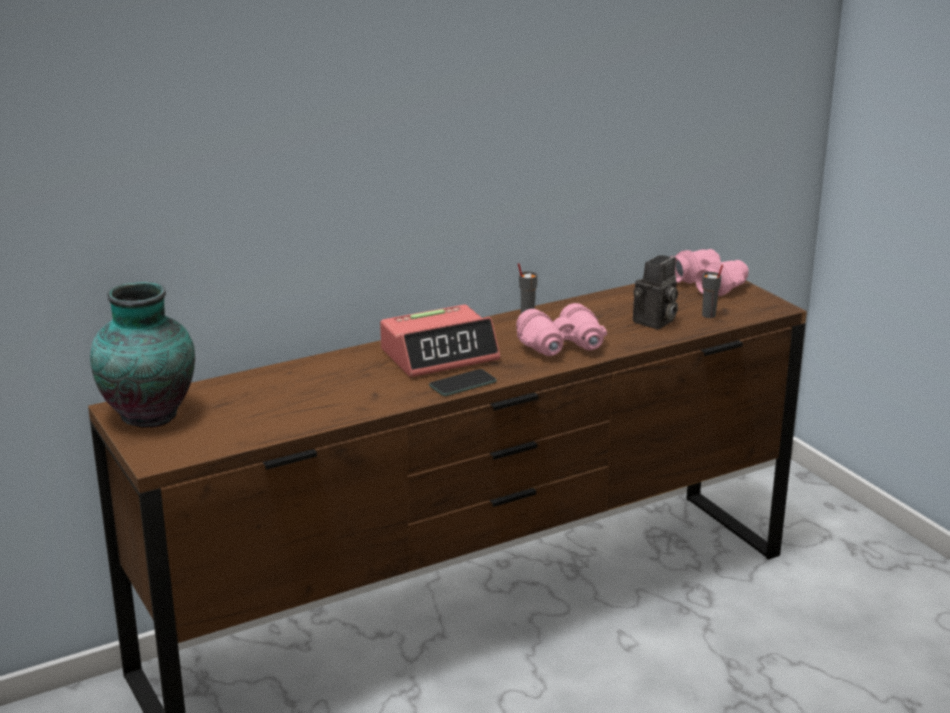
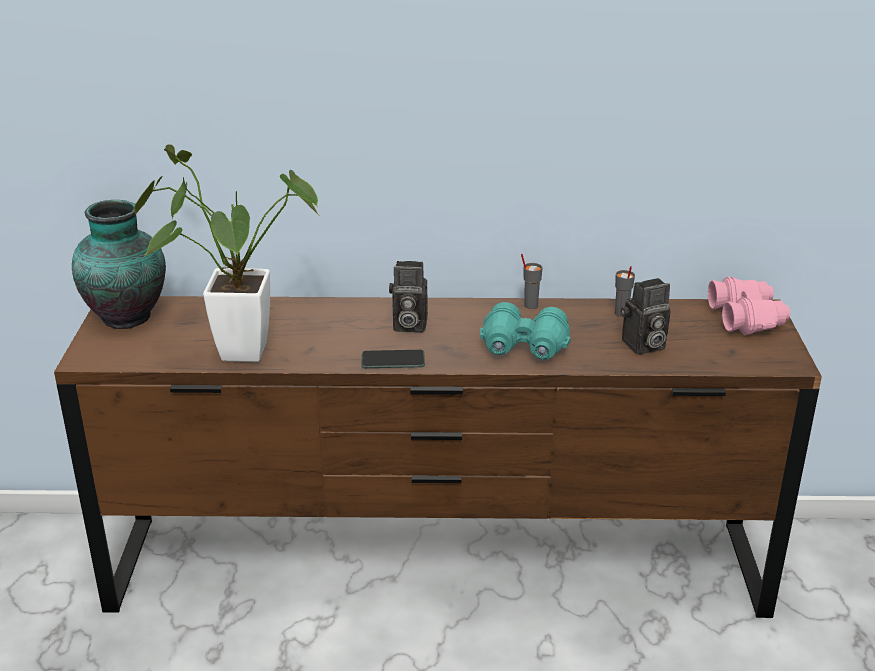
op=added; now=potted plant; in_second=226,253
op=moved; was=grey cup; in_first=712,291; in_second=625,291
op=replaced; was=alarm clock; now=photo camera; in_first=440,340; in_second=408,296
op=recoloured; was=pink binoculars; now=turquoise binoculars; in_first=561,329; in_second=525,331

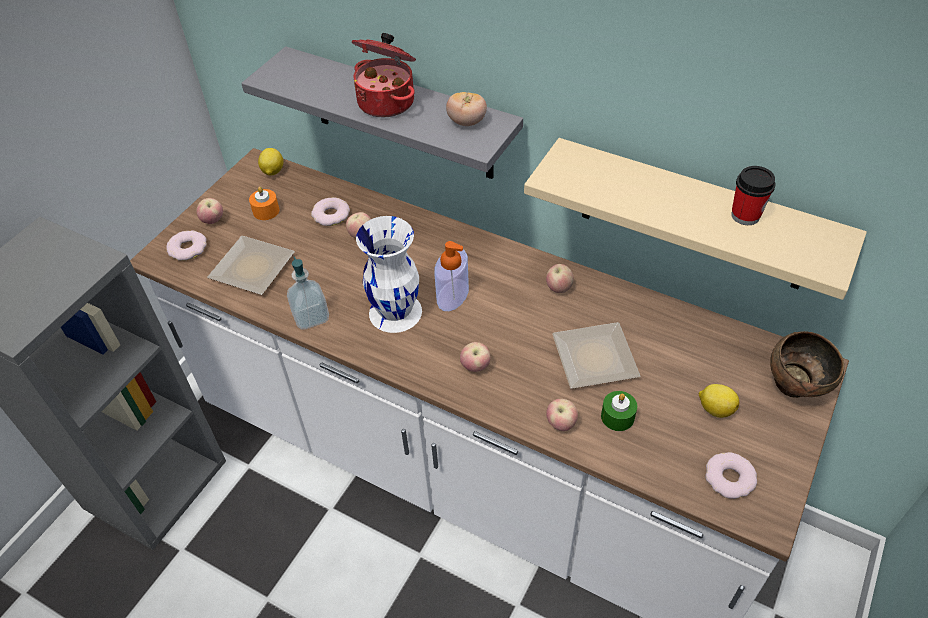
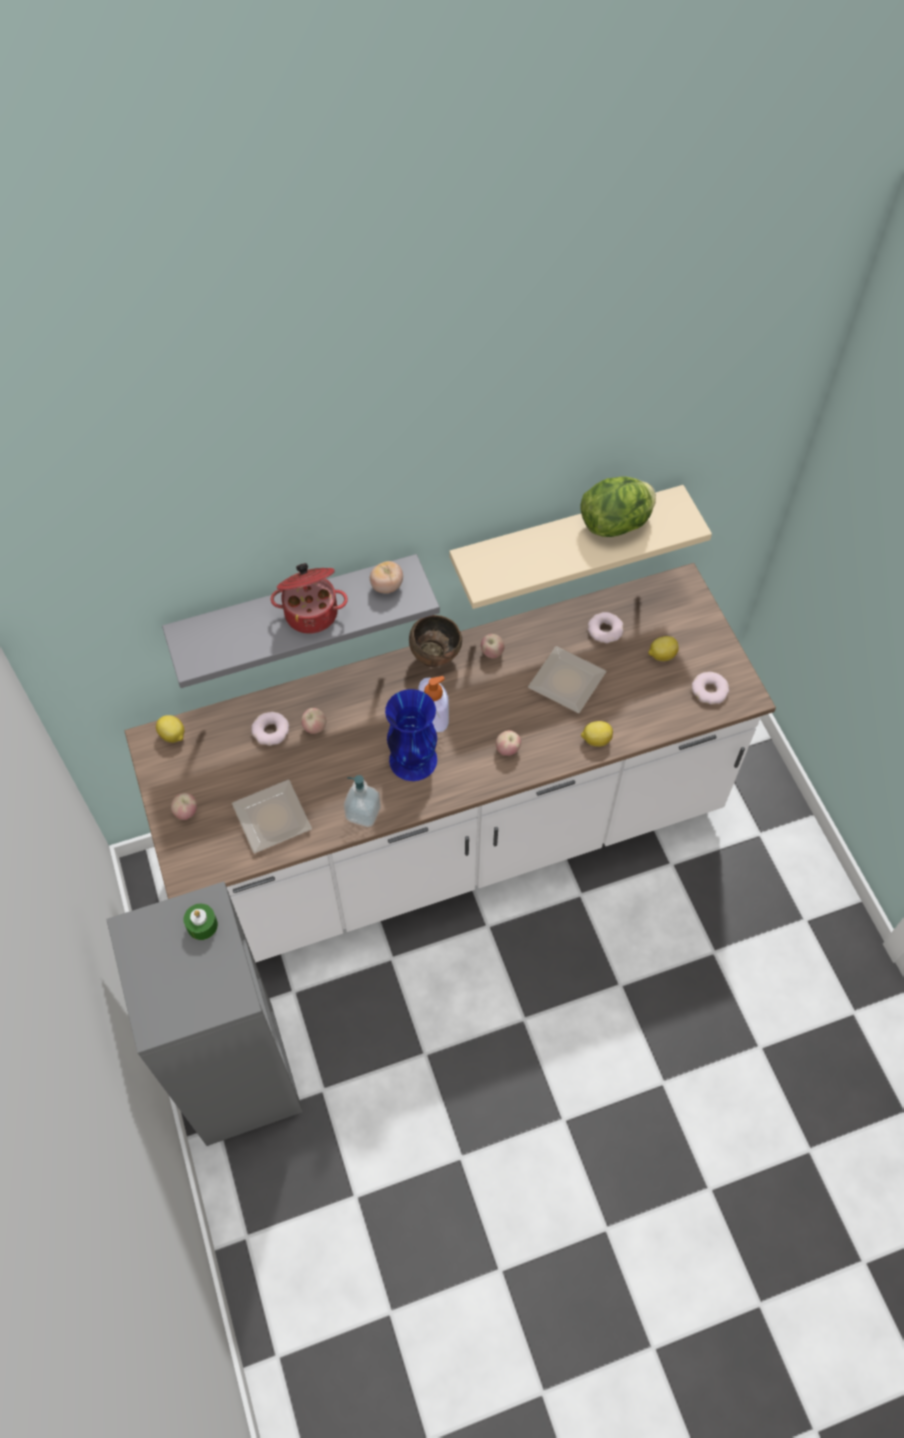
op=removed; was=orange candle; in_first=264,203
op=moved; was=donut; in_first=187,245; in_second=605,627
op=moved; was=green candle; in_first=619,411; in_second=201,922
op=moved; was=brown bowl; in_first=807,364; in_second=435,641
op=replaced; was=apple; now=lemon; in_first=562,415; in_second=597,734
op=replaced; was=cup; now=lettuce; in_first=753,195; in_second=618,507
op=recoloured; was=white vase; now=blue vase; in_first=389,274; in_second=411,735

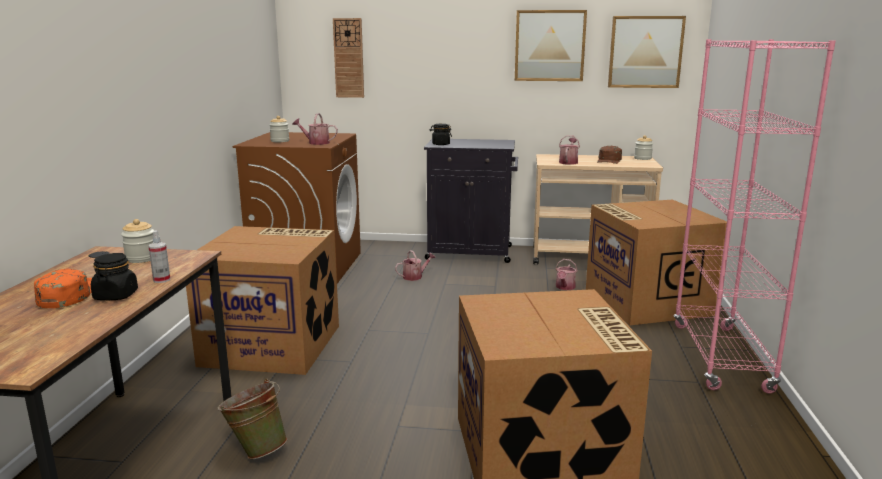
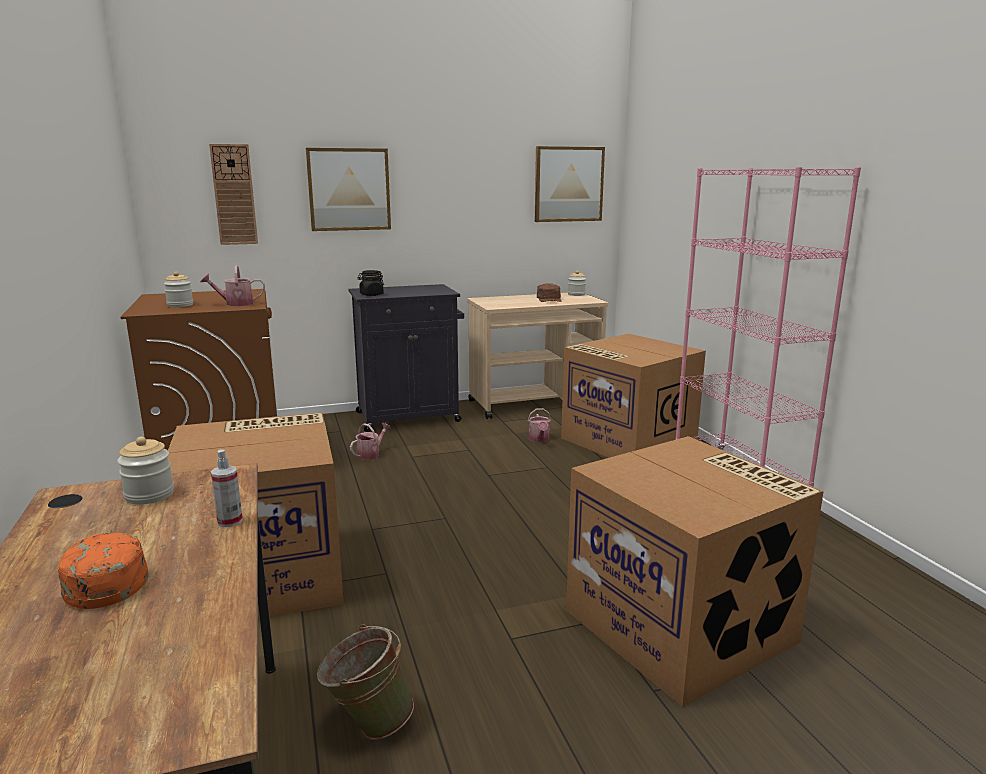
op=removed; was=black jar; in_first=114,276
op=removed; was=watering can; in_first=569,150
op=moved; was=picture; in_first=551,45; in_second=348,189

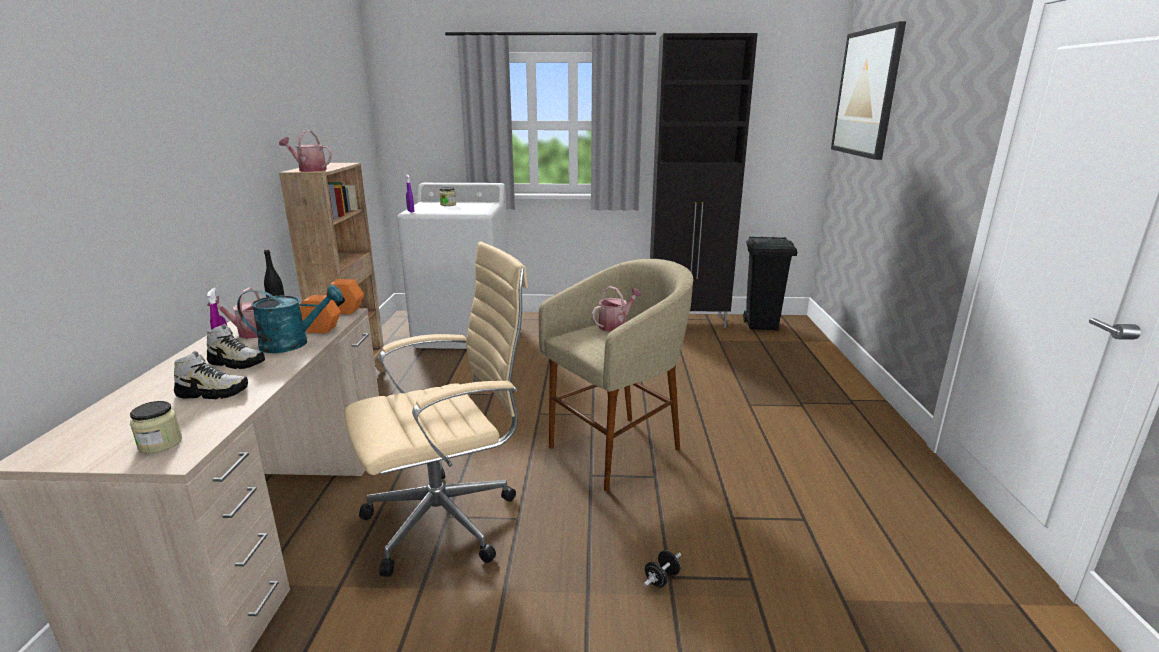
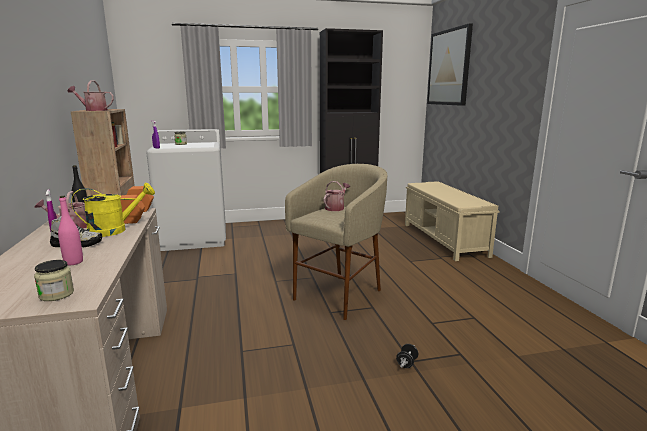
op=removed; was=beige office chair; in_first=436,409
op=removed; was=black trash can; in_first=770,283
op=added; now=beige bench; in_second=452,221
op=replaced; was=shoe; now=pink bottle; in_first=211,375; in_second=70,230
op=recoloured; was=turquoise watering can; now=yellow watering can; in_first=290,318; in_second=113,210

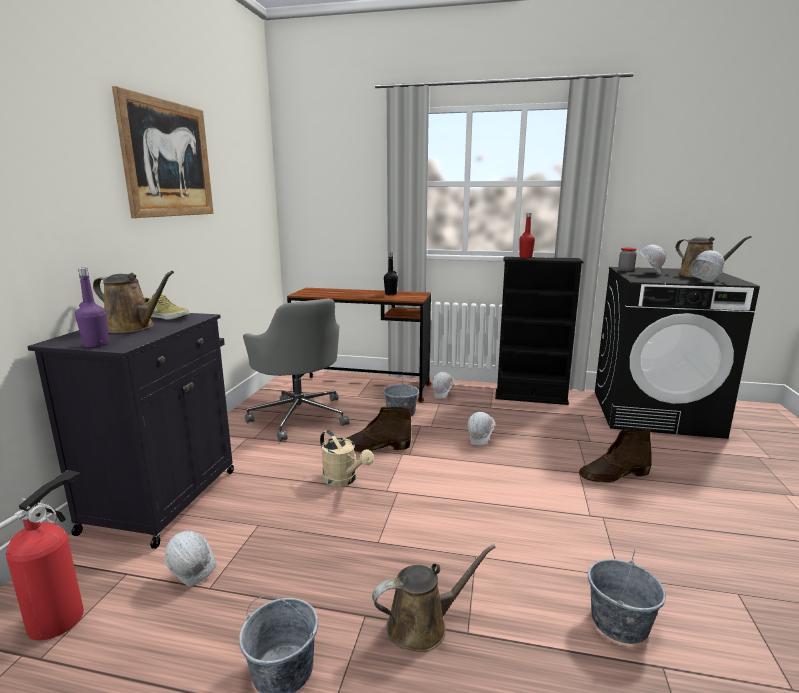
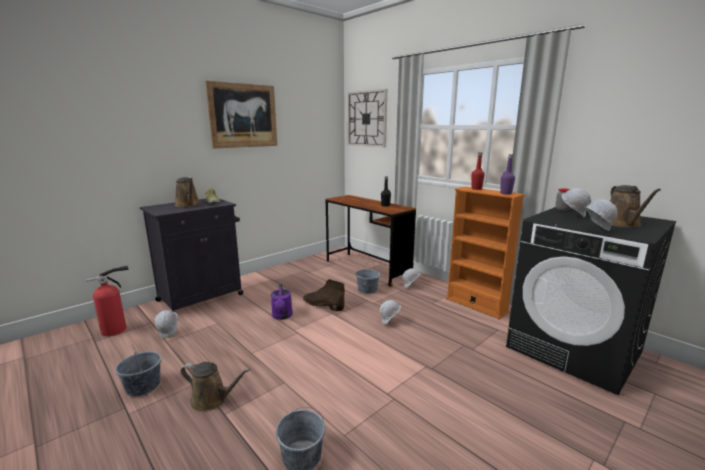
op=removed; was=grey office chair; in_first=296,369
op=removed; was=brown boot; in_first=615,455
op=added; now=wall clock; in_second=367,118
op=moved; was=purple bottle; in_first=92,308; in_second=507,174
op=recoloured; was=beige watering can; now=purple watering can; in_first=347,458; in_second=282,302
op=recoloured; was=black bookcase; now=orange bookcase; in_first=539,330; in_second=485,252

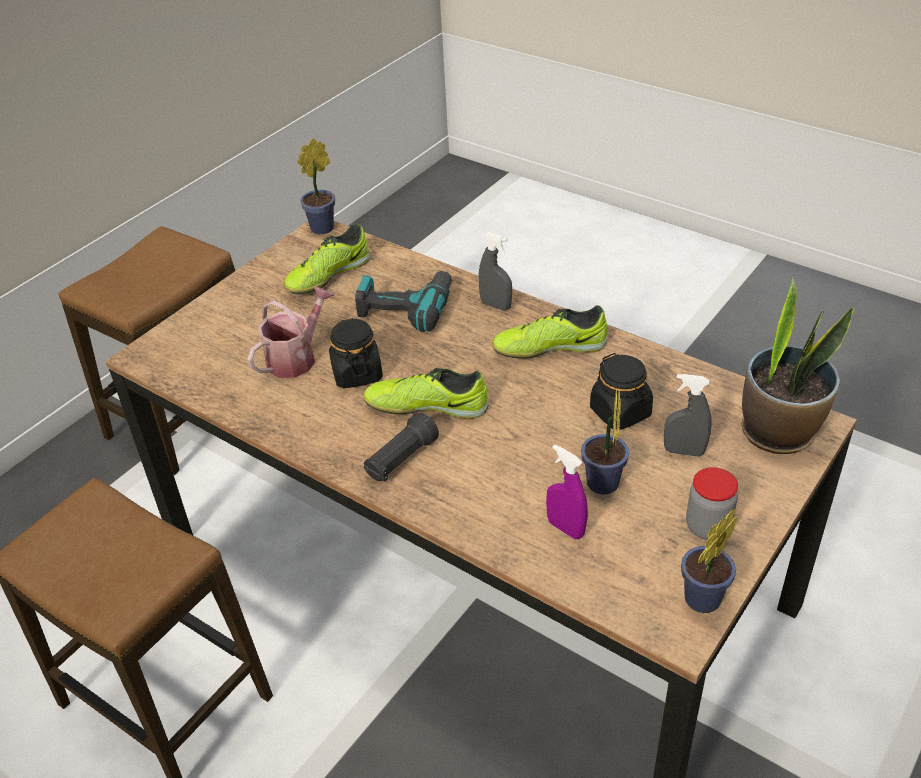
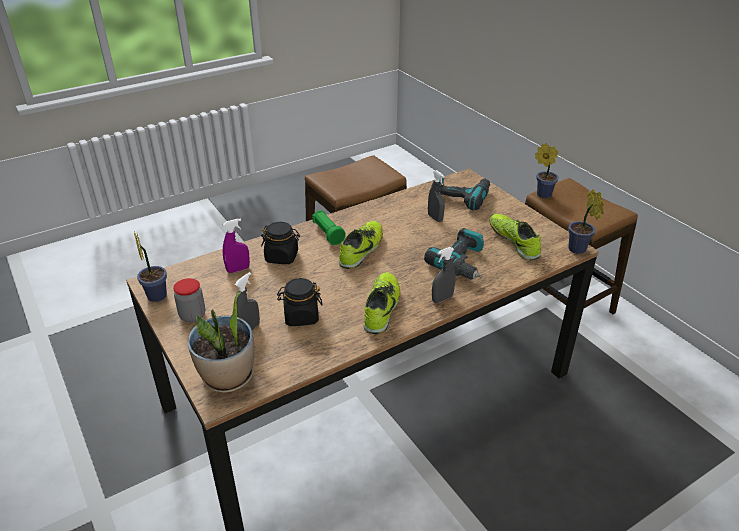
op=added; now=power drill; in_second=464,193
op=moved; was=black jar; in_first=356,353; in_second=280,243
op=moved; was=potted plant; in_first=605,442; in_second=547,171
op=replaced; was=watering can; now=grey spray bottle; in_first=290,332; in_second=436,196
op=recoloured; was=black flashlight; now=green flashlight; in_first=401,447; in_second=329,227

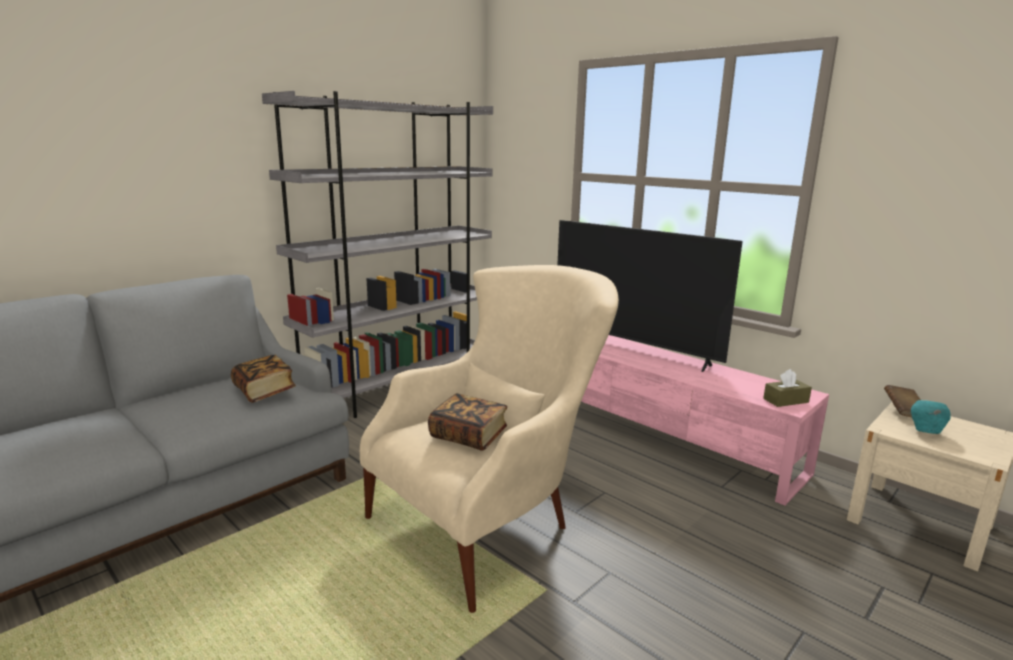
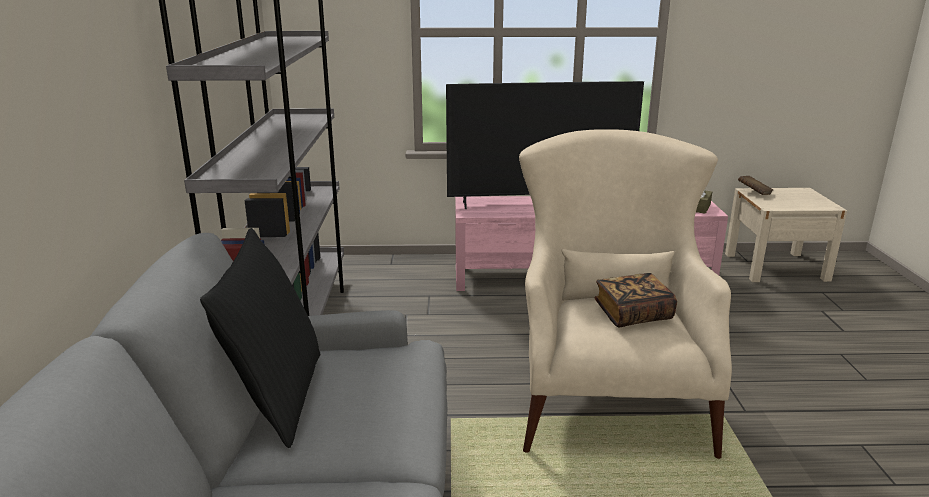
op=removed; was=book; in_first=263,379
op=removed; was=turquoise bowl; in_first=931,417
op=added; now=black pillow; in_second=260,338

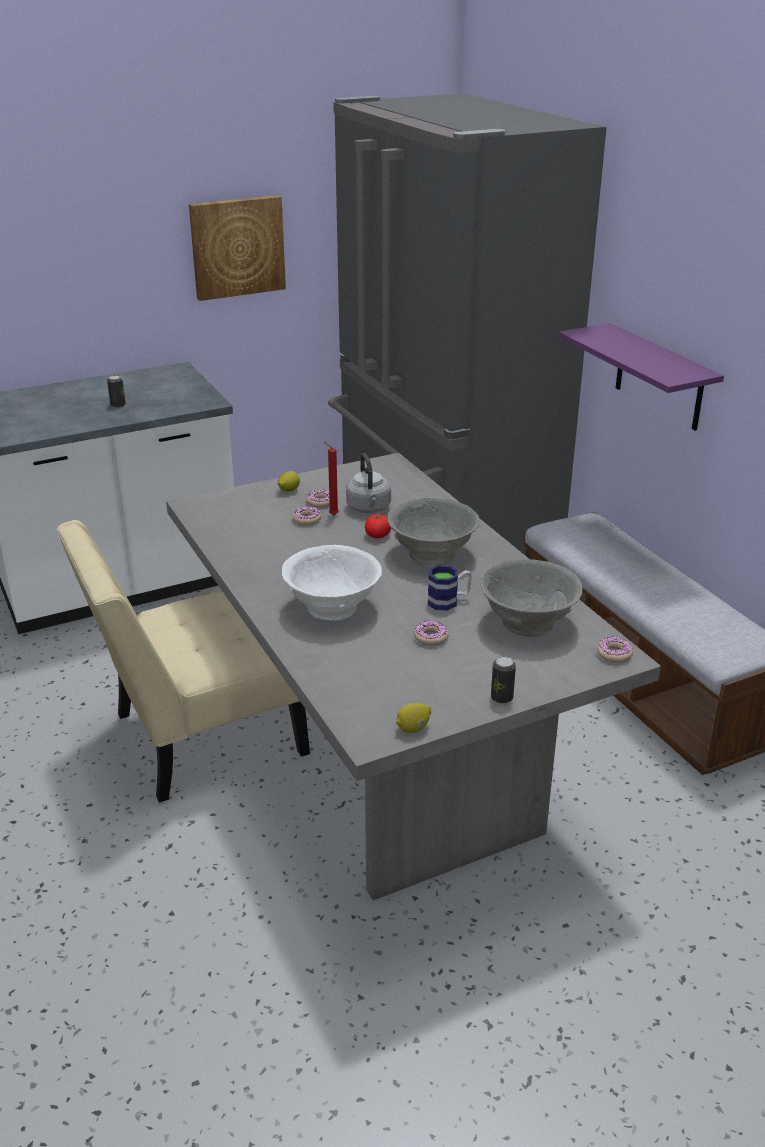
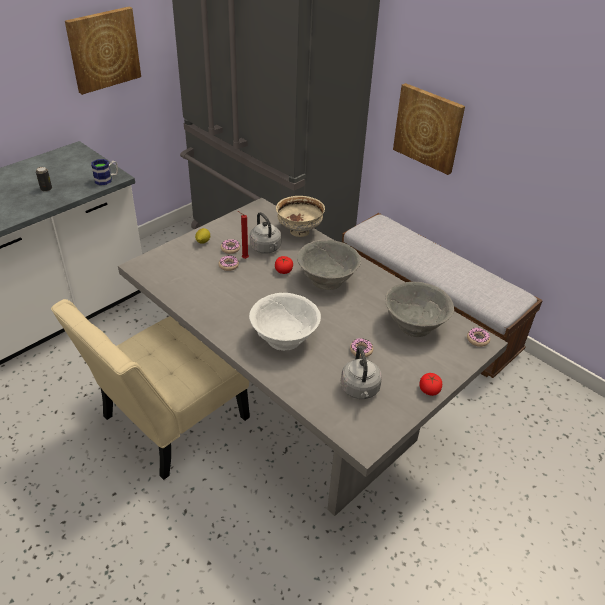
op=removed; was=lemon; in_first=413,718
op=added; now=beige bowl; in_second=300,216
op=added; now=grey kettle; in_second=361,373
op=moved; was=mug; in_first=450,588; in_second=104,172
op=replaced; was=can; now=tomato; in_first=503,680; in_second=430,384
op=replaced; was=purple shelf; now=picture; in_first=641,377; in_second=429,129

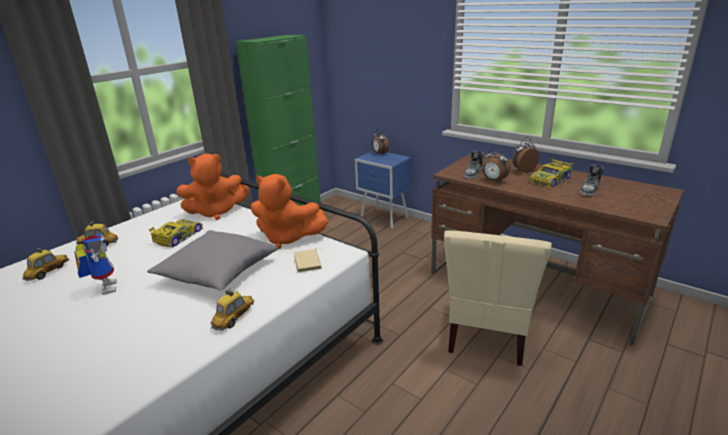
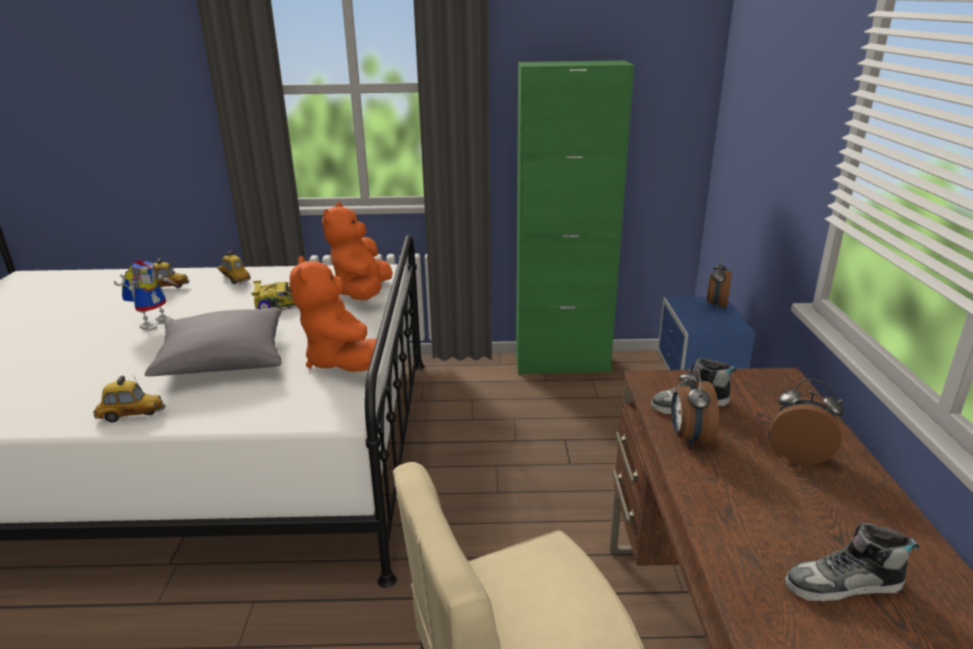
op=removed; was=beige book; in_first=308,260
op=removed; was=toy car; in_first=551,173
op=turned; was=orange plush toy; in_first=213,186; in_second=357,251; clockwise=60

